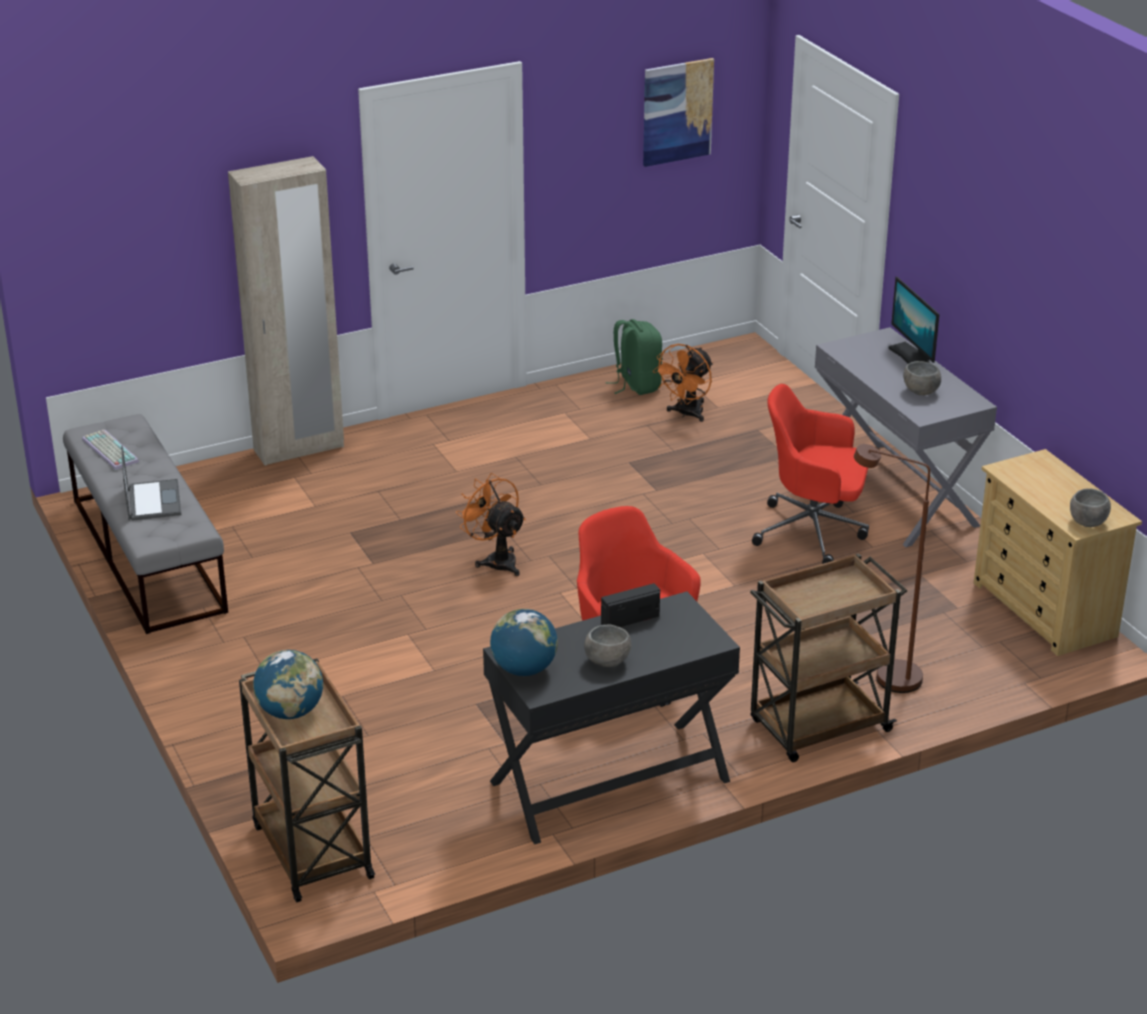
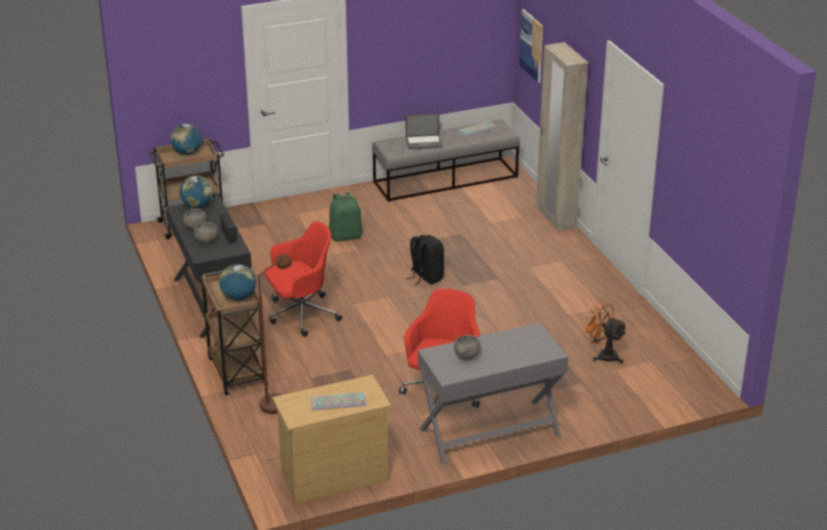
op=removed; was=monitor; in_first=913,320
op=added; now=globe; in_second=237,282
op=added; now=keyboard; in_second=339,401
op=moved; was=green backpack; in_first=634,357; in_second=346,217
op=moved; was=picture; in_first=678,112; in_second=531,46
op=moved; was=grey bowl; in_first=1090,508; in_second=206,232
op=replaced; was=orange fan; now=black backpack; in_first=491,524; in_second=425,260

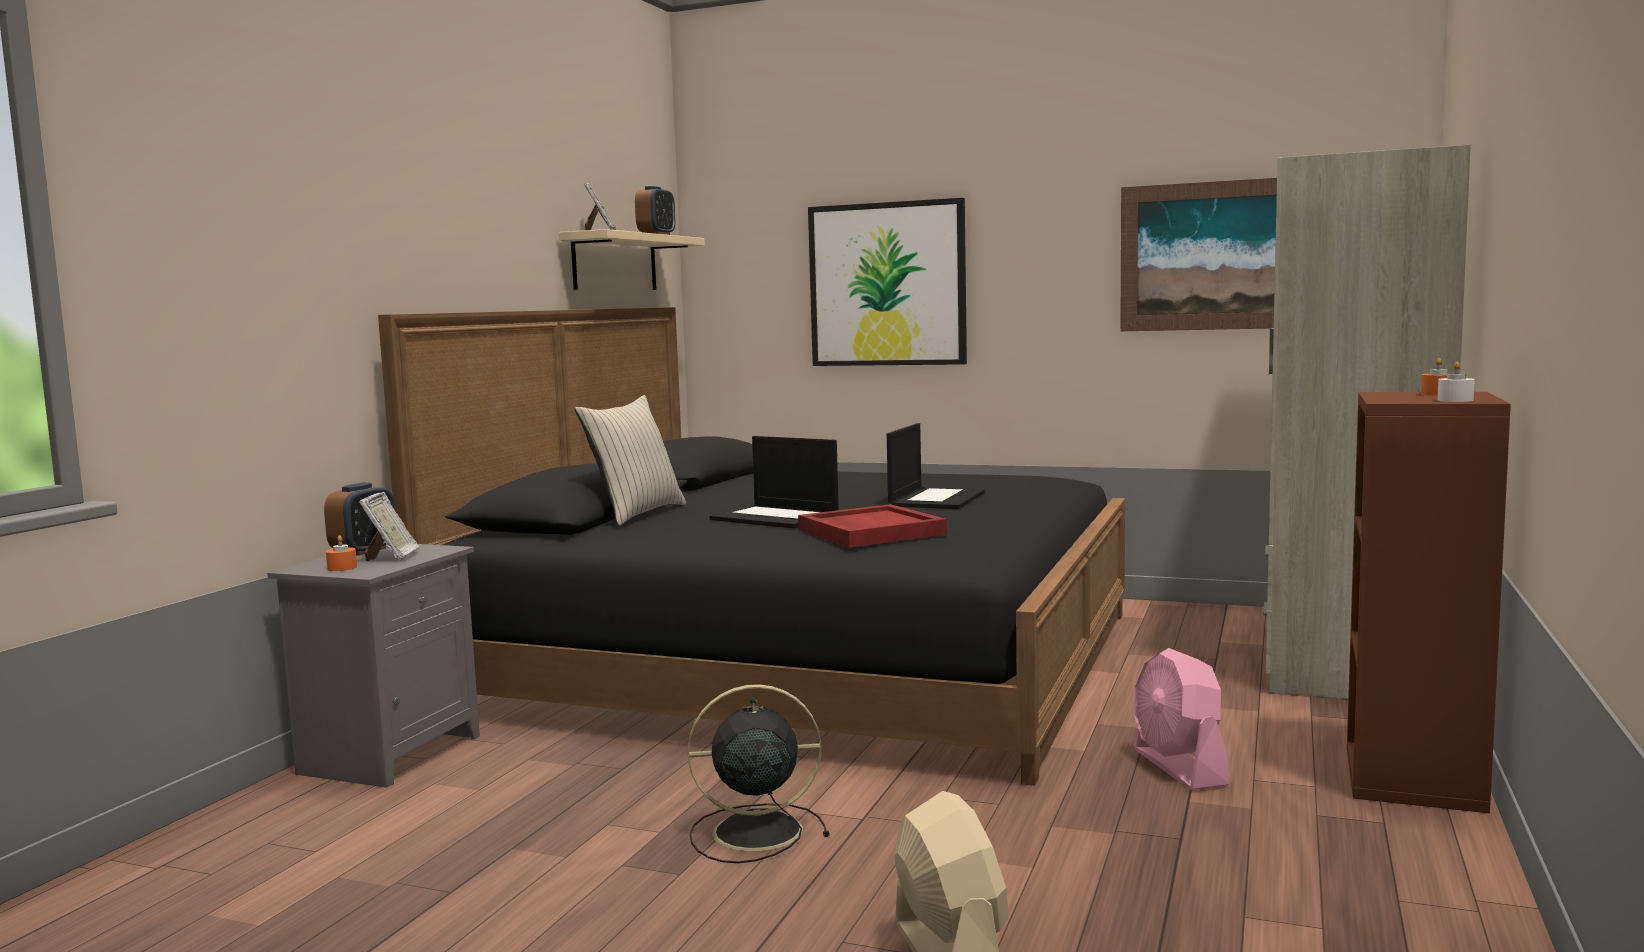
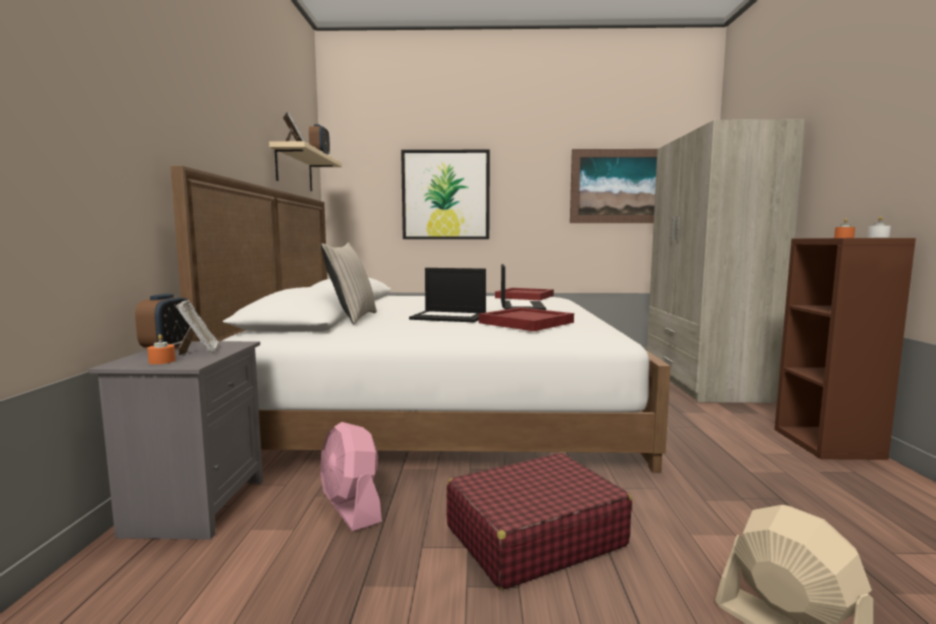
op=added; now=red tray; in_second=524,294
op=moved; was=pink fan; in_first=1182,719; in_second=351,476
op=replaced; was=black fan; now=red suitcase; in_first=759,773; in_second=539,521
op=recoloured; was=black bed; now=white bed; in_first=751,546; in_second=420,319

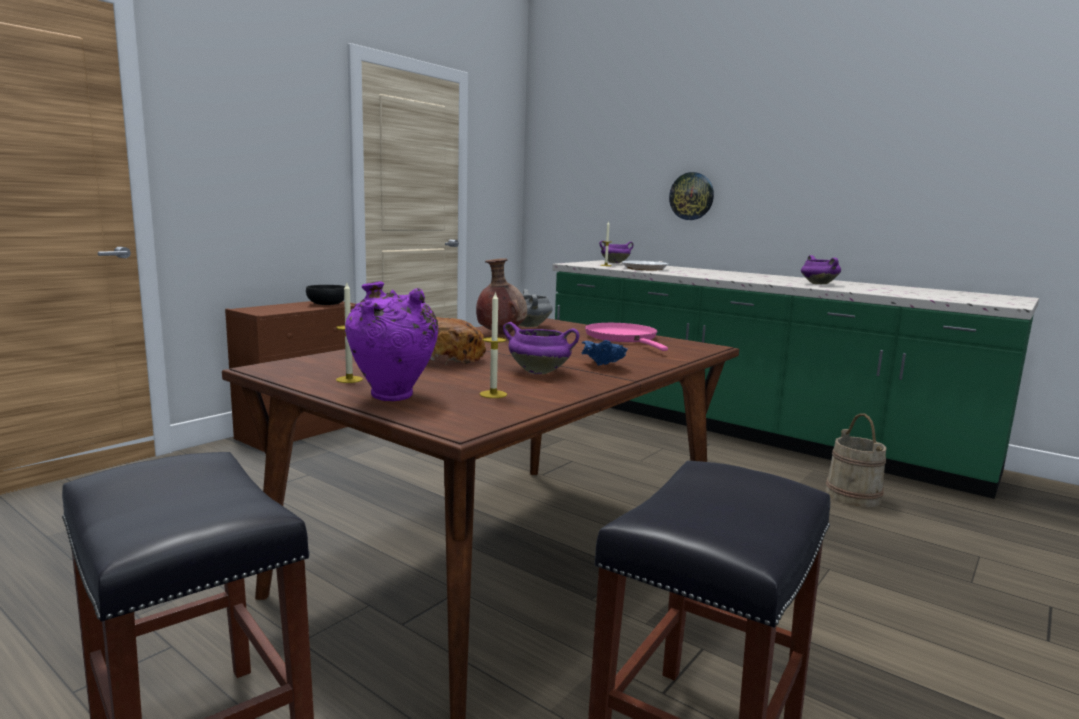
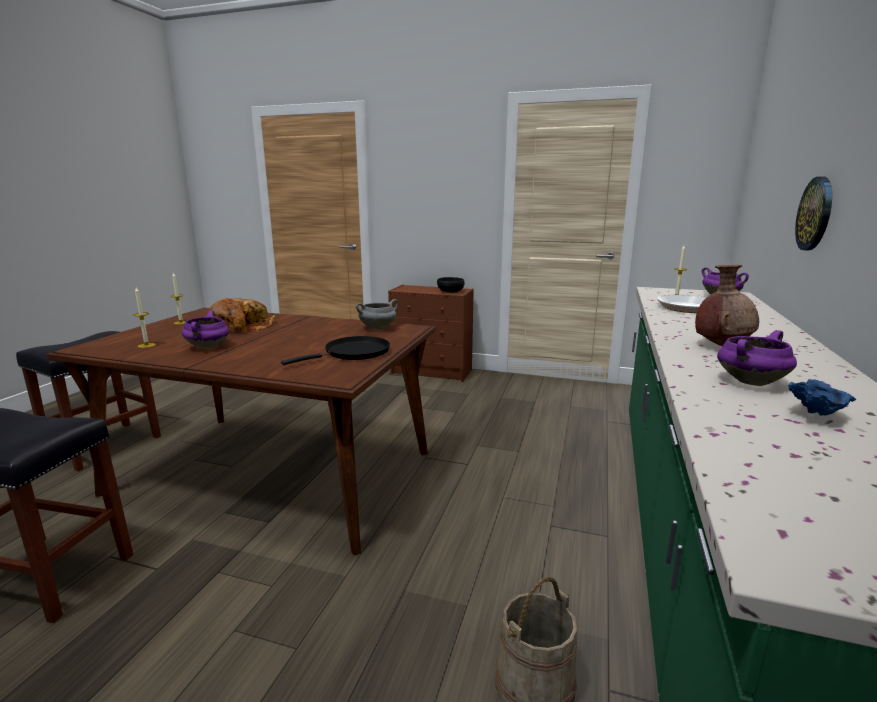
op=removed; was=purple vase; in_first=391,341
op=moved; was=brown vase; in_first=501,296; in_second=727,305
op=moved; was=blue bowl; in_first=605,353; in_second=822,397
op=recoloured; was=pink frying pan; now=black frying pan; in_first=626,337; in_second=335,350

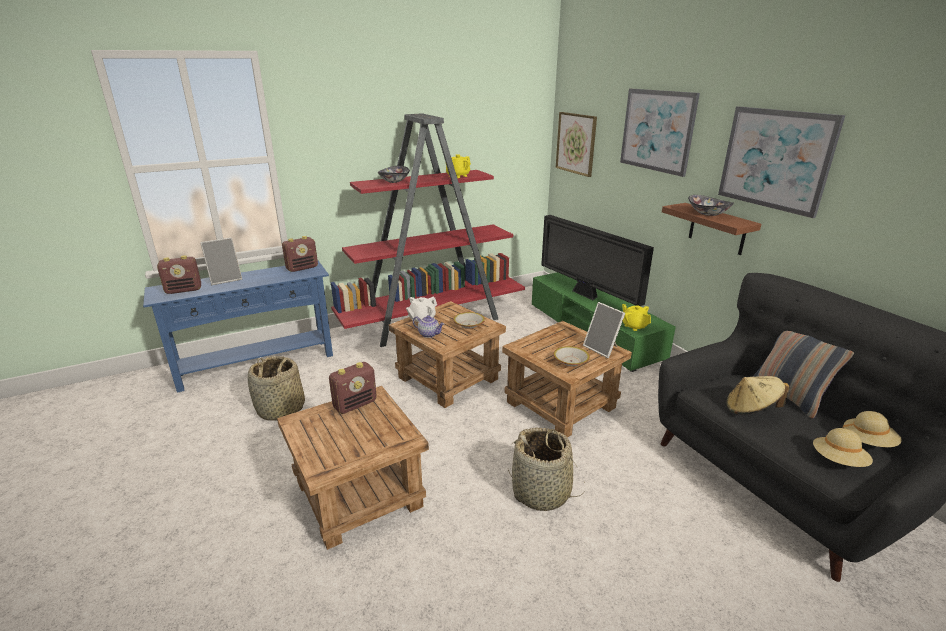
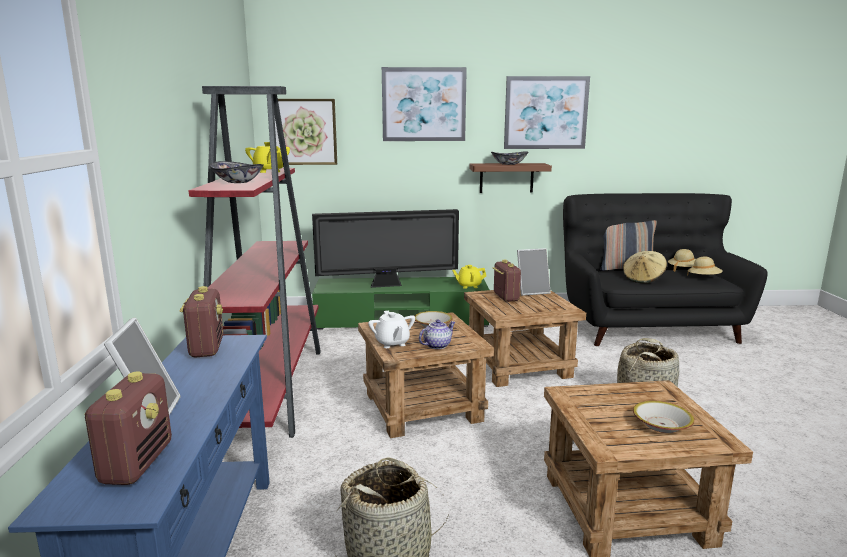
op=moved; was=radio; in_first=353,388; in_second=506,281
op=moved; was=bowl; in_first=571,356; in_second=663,417

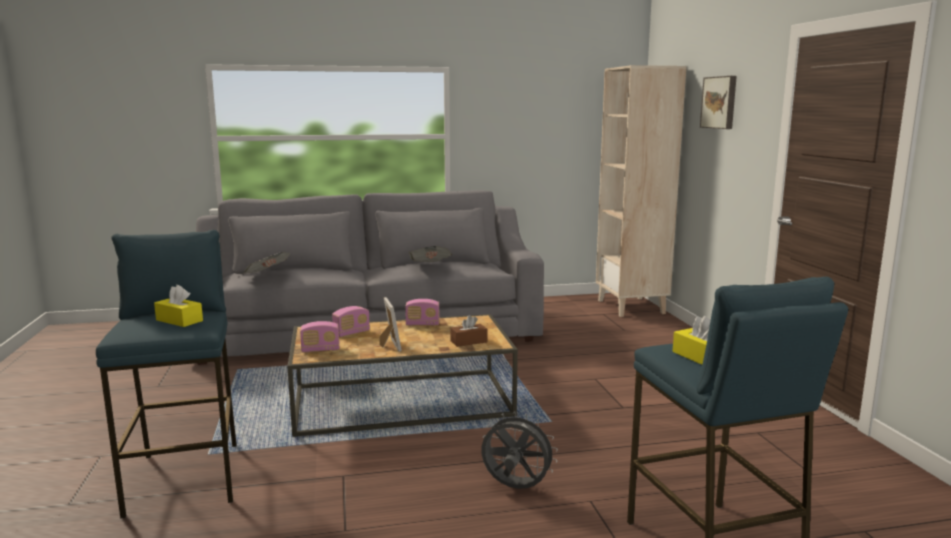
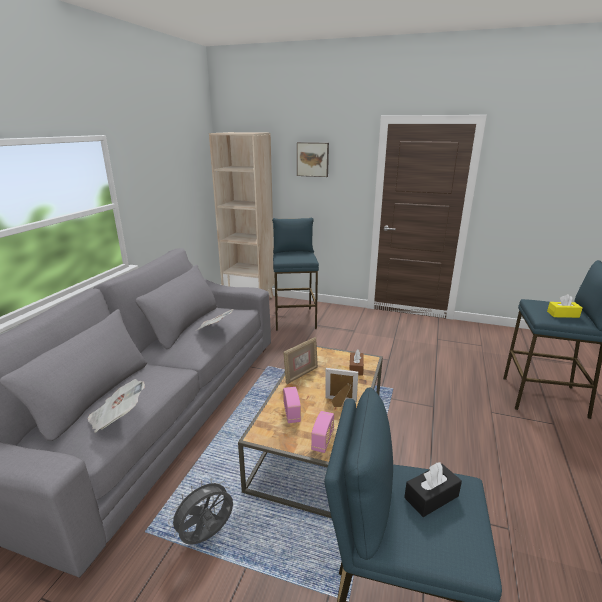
op=added; now=blue stool; in_second=295,274
op=moved; was=grey fan; in_first=520,450; in_second=200,511
op=replaced; was=radio; now=picture frame; in_first=422,312; in_second=300,360
op=recoloured; was=yellow tissue box; now=black tissue box; in_first=178,306; in_second=433,490

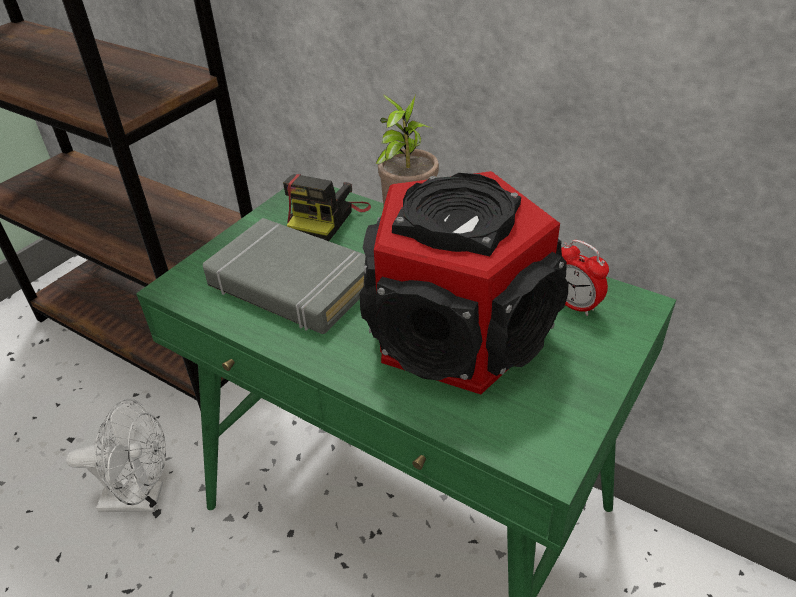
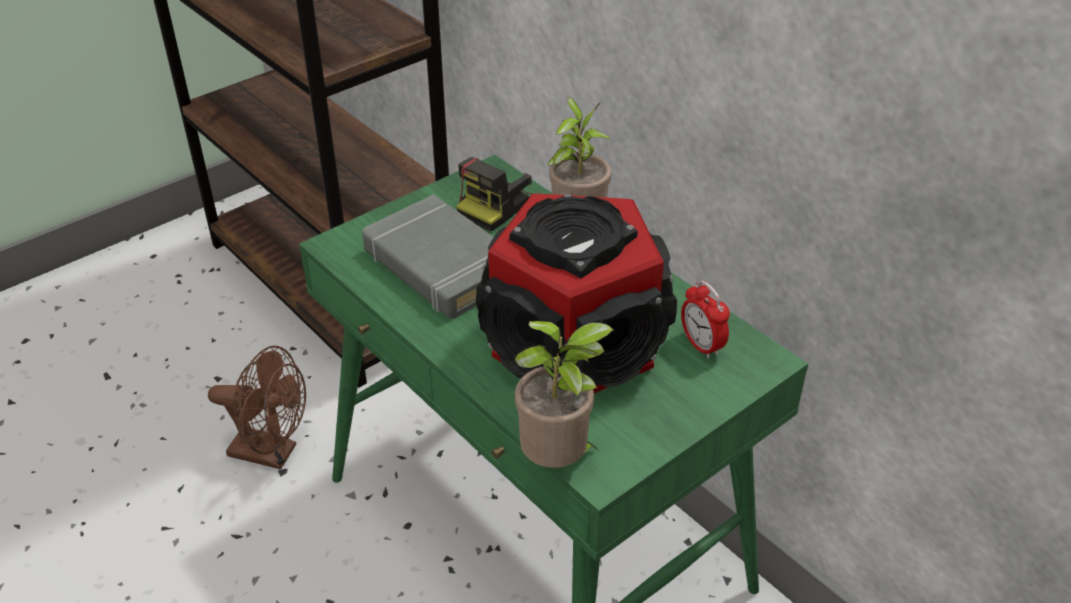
op=added; now=potted plant; in_second=564,394
op=recoloured; was=white fan; now=brown fan; in_first=116,455; in_second=257,407

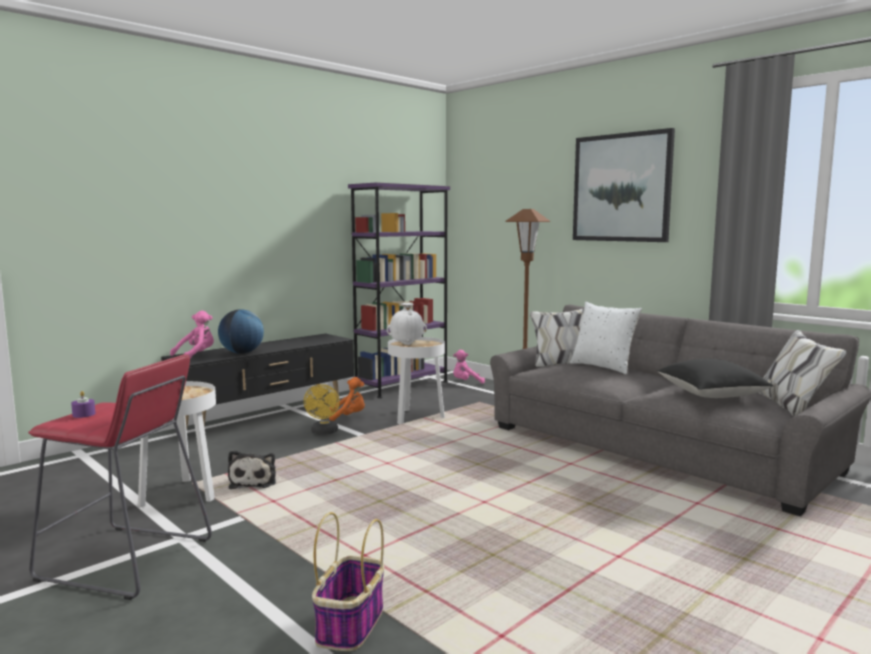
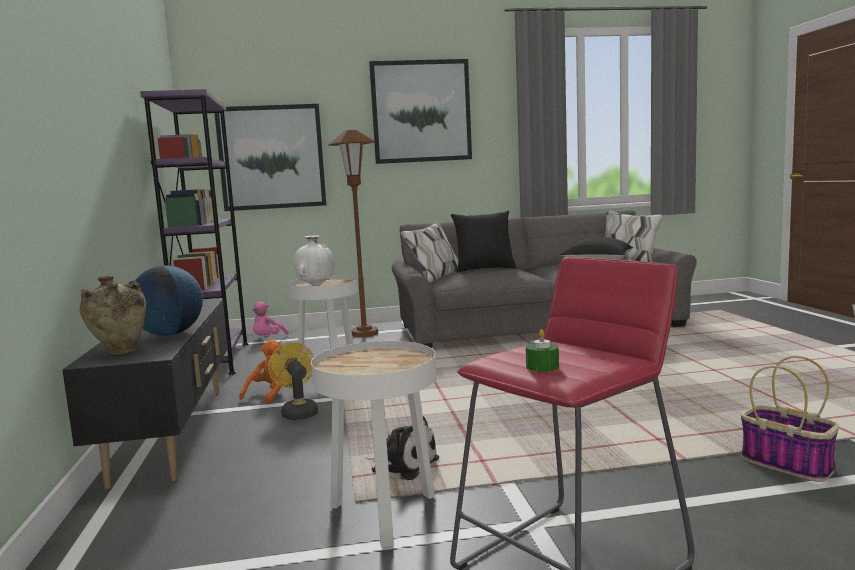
op=added; now=picture; in_second=270,157
op=replaced; was=pink plush toy; now=beige vase; in_first=192,335; in_second=113,315
op=recoloured; was=purple candle; now=green candle; in_first=83,404; in_second=542,350
op=recoloured; was=white pillow; now=black pillow; in_first=606,338; in_second=483,242
op=turned; was=yellow fan; in_first=322,409; in_second=293,381; clockwise=-150

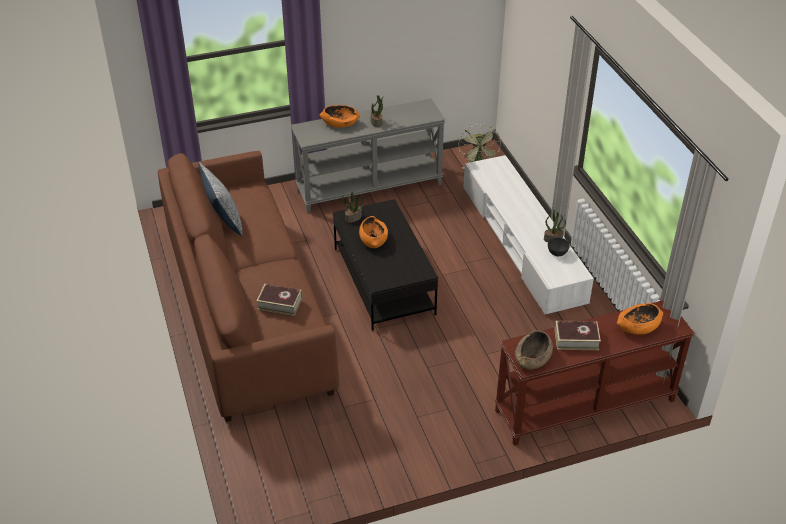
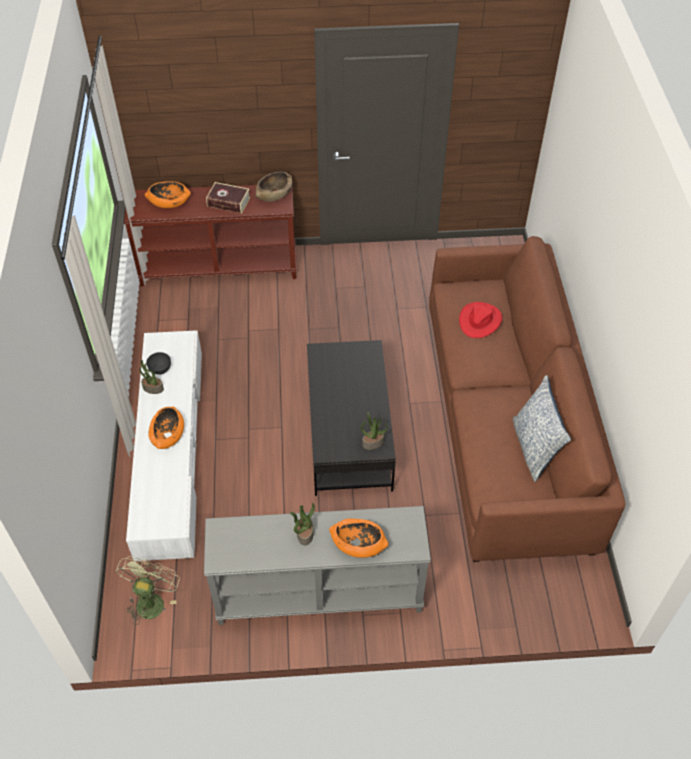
op=moved; was=orange bowl; in_first=373,232; in_second=166,428
op=replaced; was=book; now=red hat; in_first=279,300; in_second=480,320

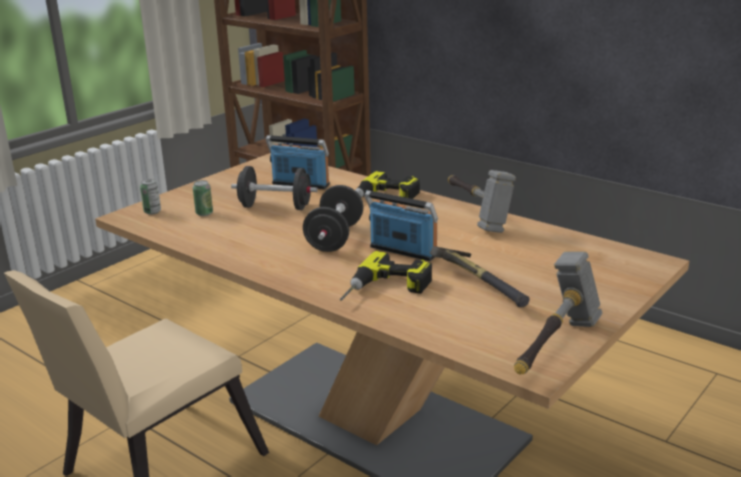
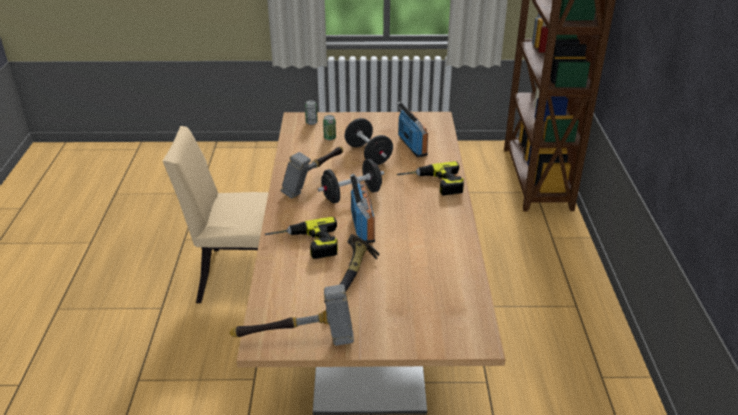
op=moved; was=hammer; in_first=482,201; in_second=312,172

